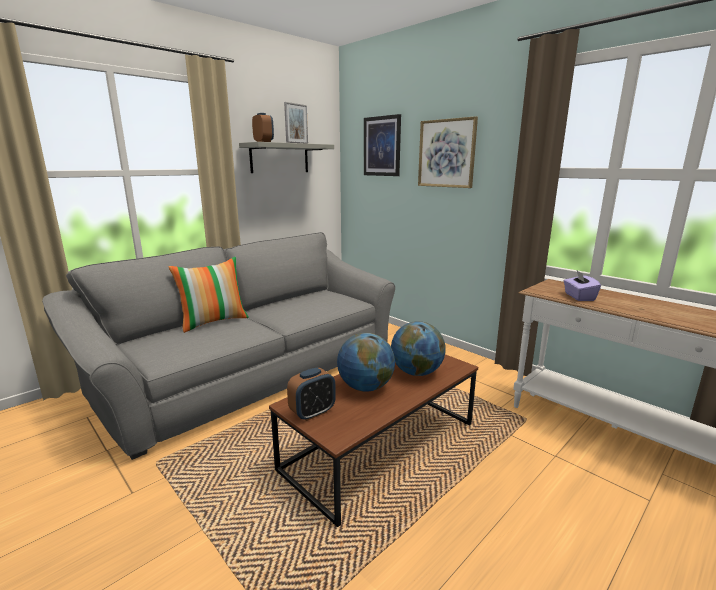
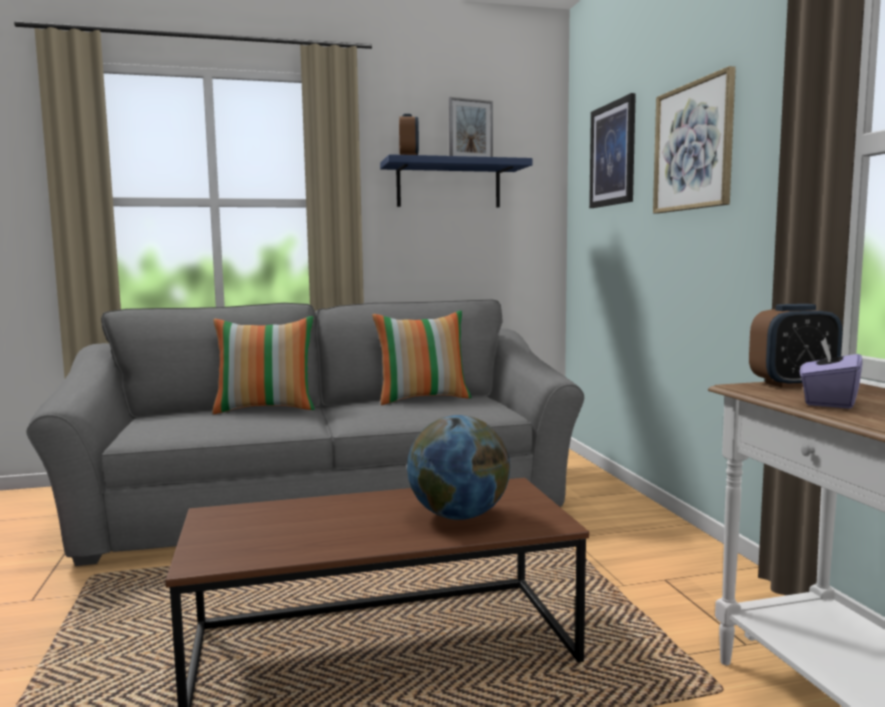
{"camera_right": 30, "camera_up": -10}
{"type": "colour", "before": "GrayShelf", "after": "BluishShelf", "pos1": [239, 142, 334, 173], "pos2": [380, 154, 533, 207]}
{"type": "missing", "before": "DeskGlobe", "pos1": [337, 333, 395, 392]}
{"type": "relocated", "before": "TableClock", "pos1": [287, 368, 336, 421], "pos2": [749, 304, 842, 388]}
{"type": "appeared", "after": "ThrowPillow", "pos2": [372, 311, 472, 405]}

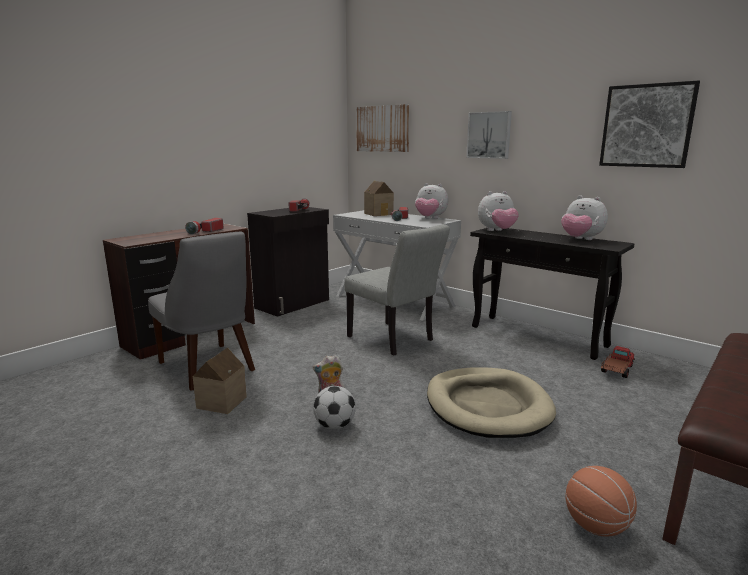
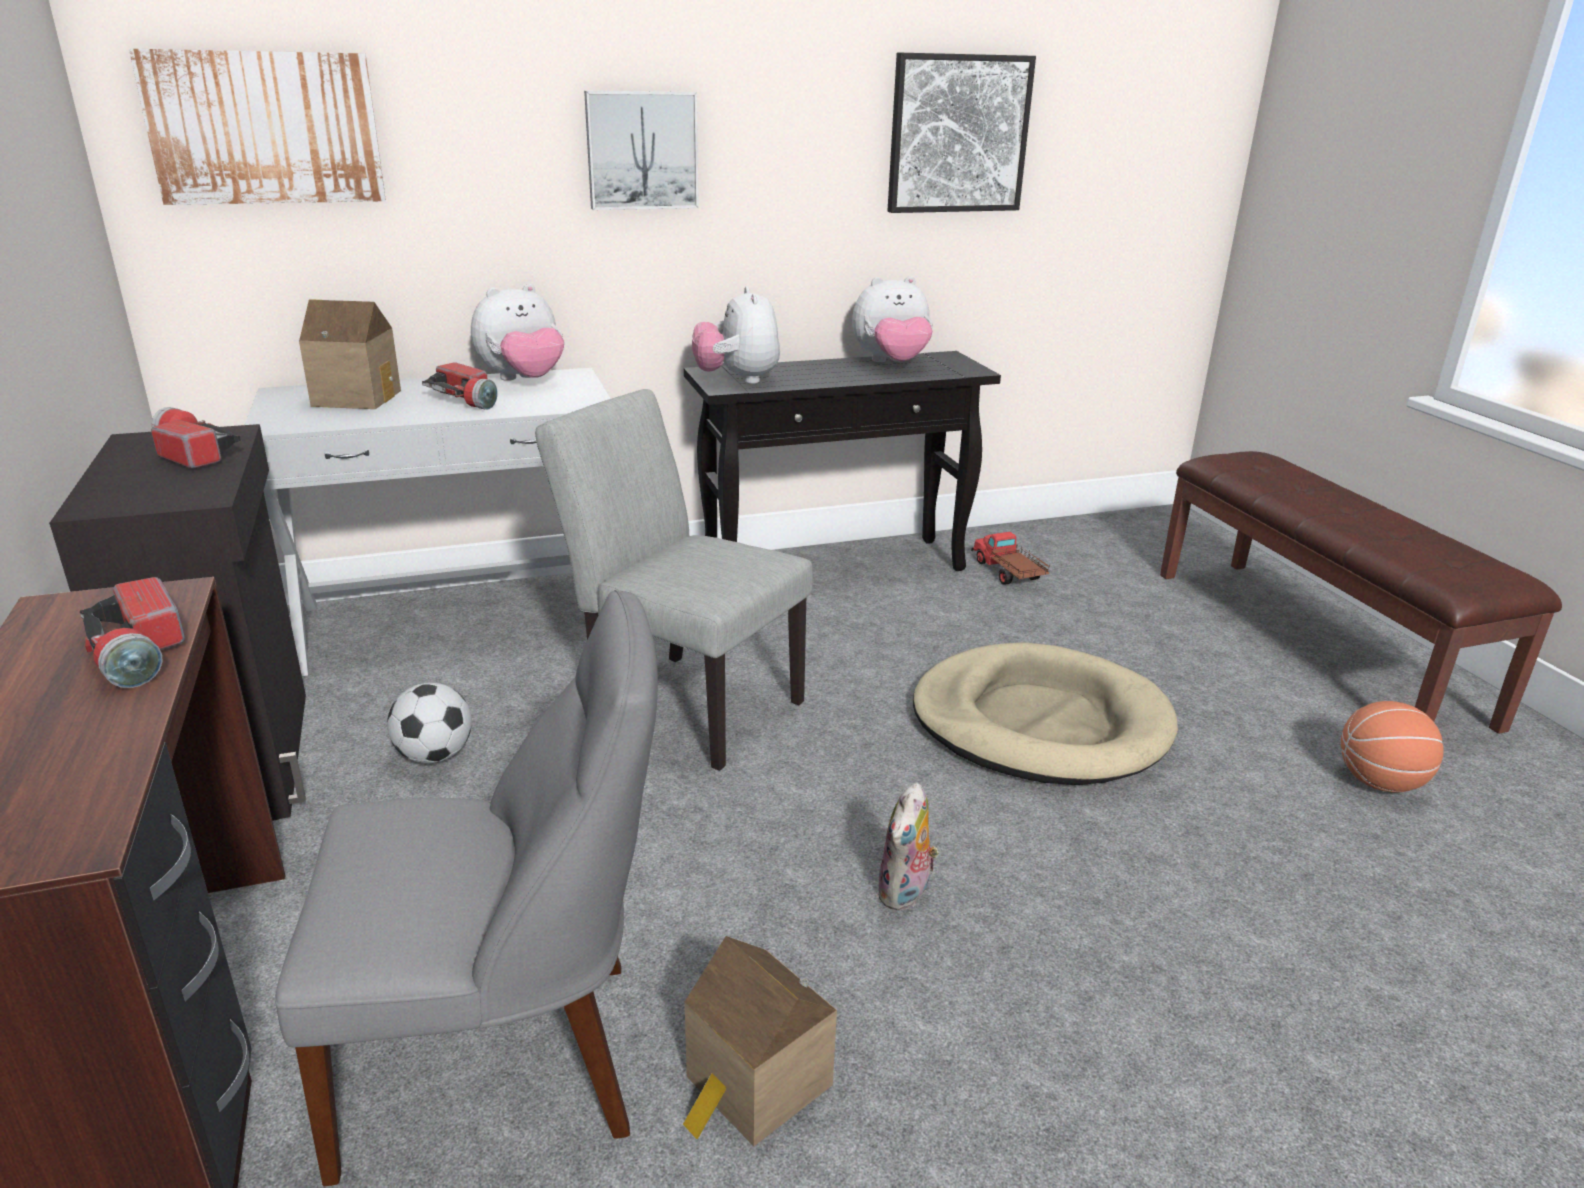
{"camera_right": -60, "camera_up": 10}
{"type": "spun", "before": "CuddlyToy", "pos1": [478, 191, 519, 231], "pos2": [692, 286, 780, 384], "turn": 150}
{"type": "spun", "before": "GrayPlainChair", "pos1": [344, 224, 450, 356], "pos2": [535, 389, 813, 771], "turn": -135}
{"type": "relocated", "before": "FootballBall", "pos1": [313, 386, 356, 429], "pos2": [387, 683, 472, 763]}

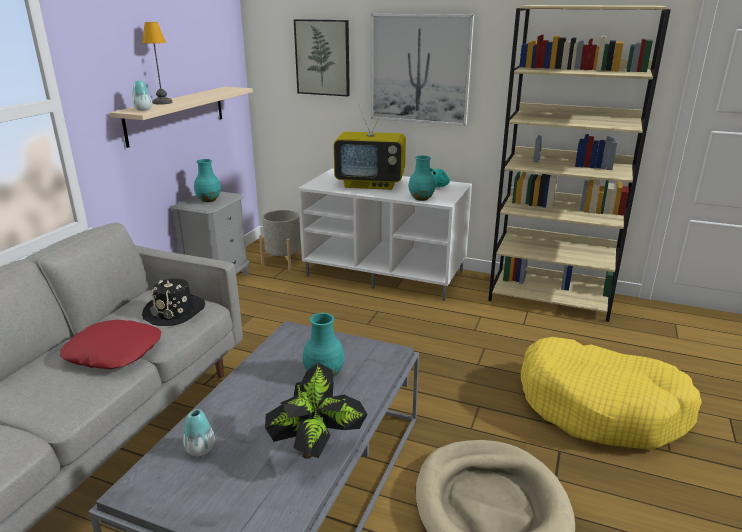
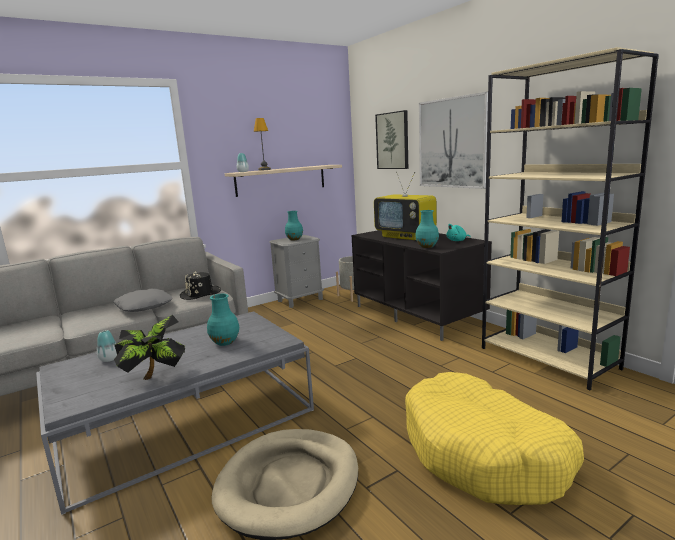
{"camera_right": 35, "camera_up": -10}
{"type": "colour", "before": "WhiteTvStand", "after": "BlackishTvStand", "pos1": [298, 168, 472, 301], "pos2": [352, 230, 492, 341]}
{"type": "colour", "before": "ReddishThrowPillow", "after": "GrayThrowPillow", "pos1": [60, 319, 162, 369], "pos2": [113, 289, 173, 312]}

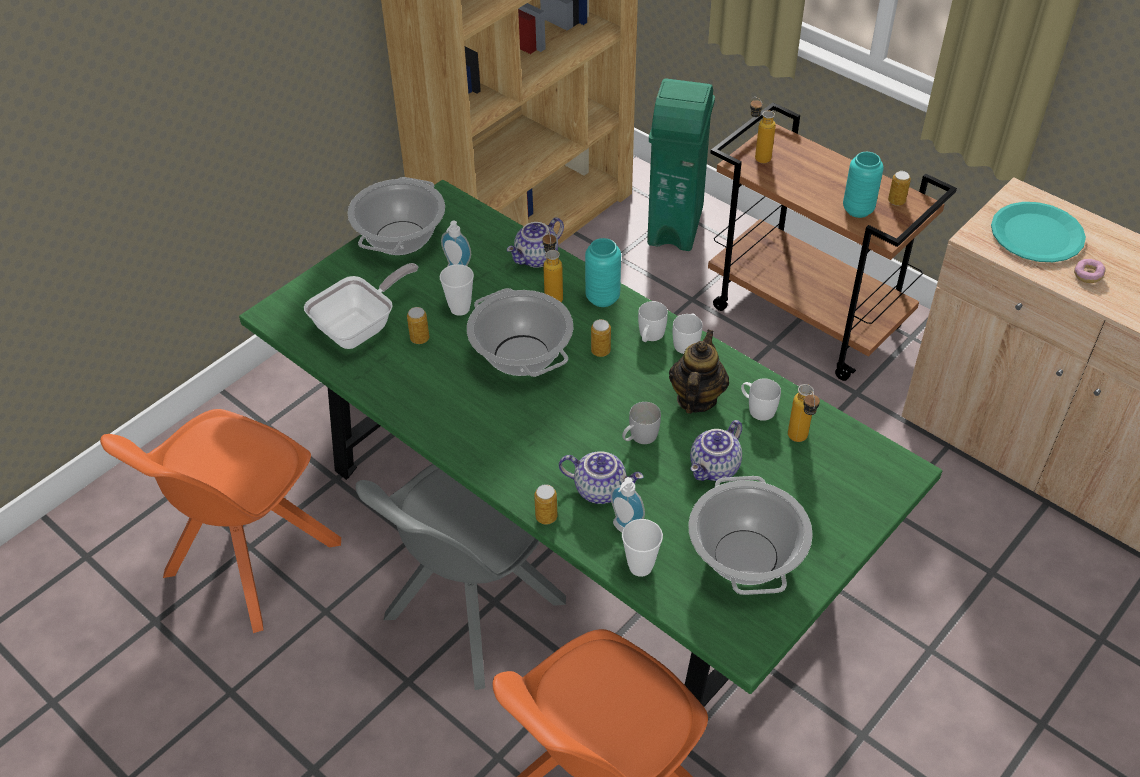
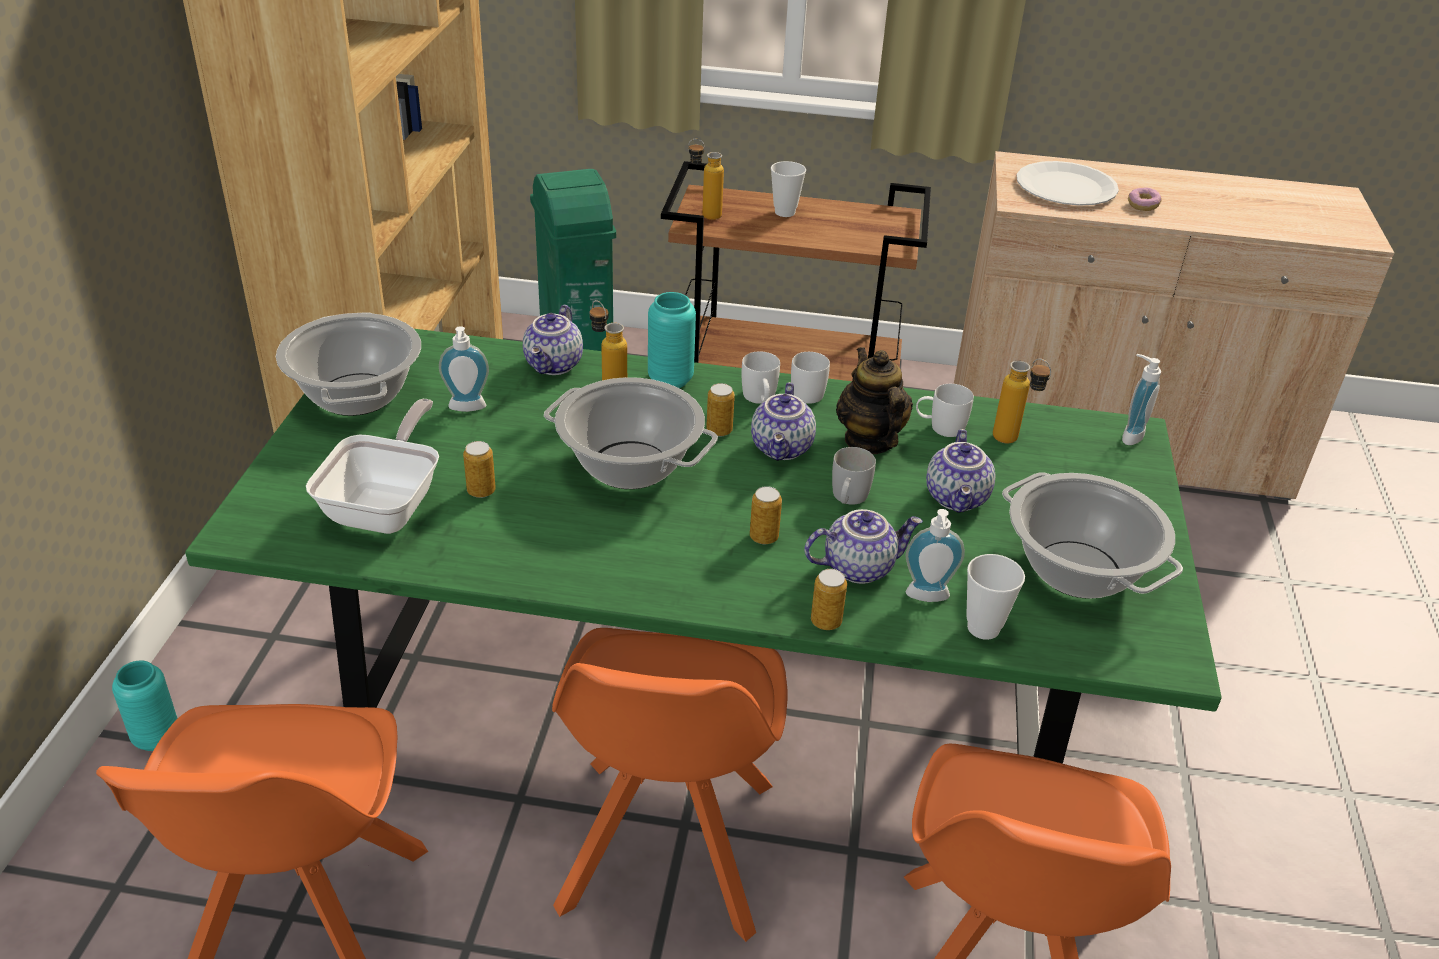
{"camera_right": -35, "camera_up": -10}
{"type": "relocated", "before": "TurquoiseVase", "pos1": [843, 152, 884, 218], "pos2": [112, 660, 178, 751]}
{"type": "relocated", "before": "SealedCan", "pos1": [888, 171, 911, 206], "pos2": [750, 486, 782, 544]}
{"type": "colour", "before": "TurquoiseFlatDish", "after": "WhiteFlatDish", "pos1": [991, 202, 1086, 262], "pos2": [1017, 161, 1119, 206]}
{"type": "relocated", "before": "Cup", "pos1": [440, 264, 474, 316], "pos2": [771, 161, 806, 217]}
{"type": "colour", "before": "GrayPlainChair", "after": "OrangeyPlainChair", "pos1": [356, 464, 566, 690], "pos2": [552, 628, 788, 942]}
{"type": "appeared", "after": "LiquidSoapBottle", "pos2": [1122, 354, 1161, 445]}
{"type": "appeared", "after": "TeaPot", "pos2": [751, 382, 816, 461]}

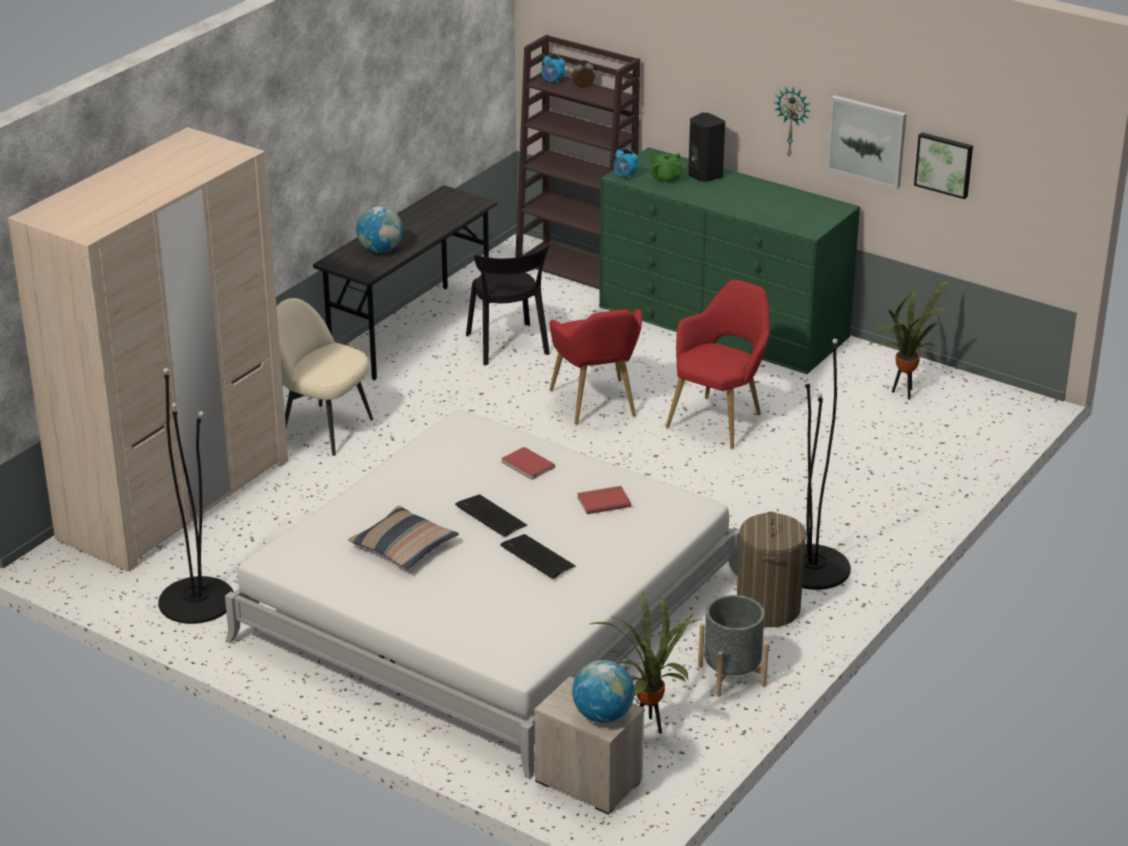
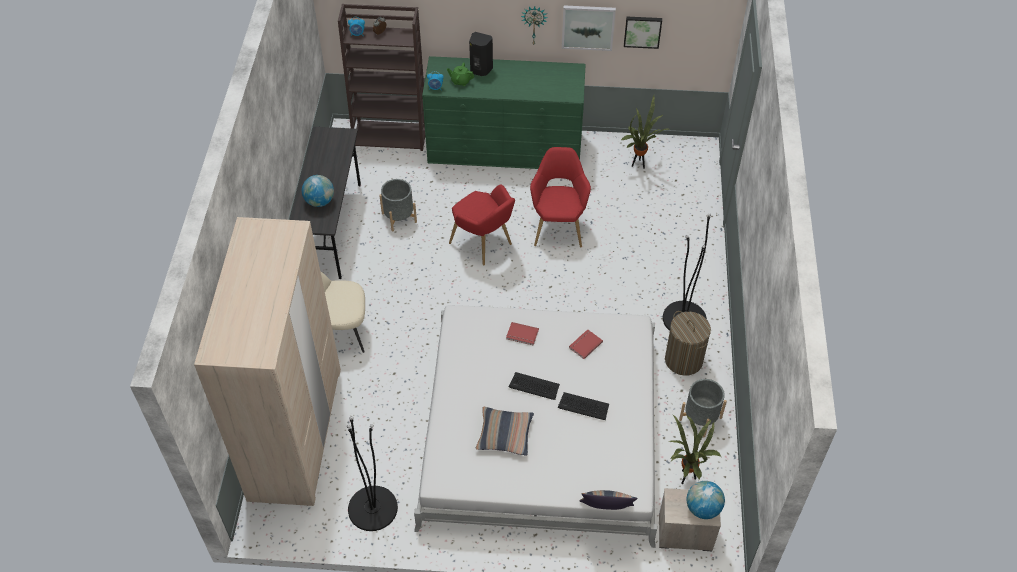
{"camera_right": -30, "camera_up": 20}
{"type": "exchanged", "before": "BlackishPlainChair", "after": "GrayPlanter", "pos1": [466, 244, 550, 365], "pos2": [379, 179, 417, 231]}
{"type": "appeared", "after": "ThrowPillow", "pos2": [580, 490, 637, 510]}

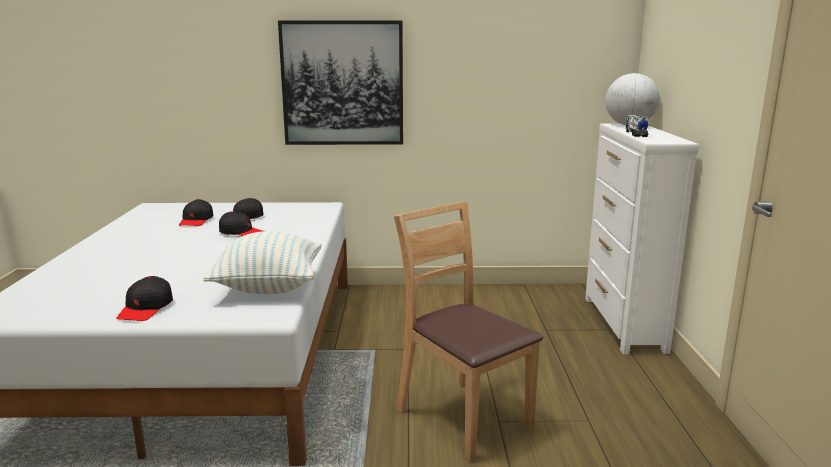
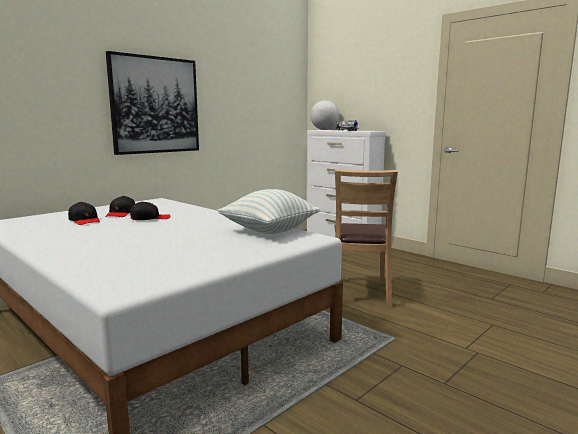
{"camera_right": -45, "camera_up": -5}
{"type": "spun", "before": "BrownColouredPlainChair", "pos1": [394, 202, 543, 462], "pos2": [335, 169, 398, 308], "turn": -90}
{"type": "missing", "before": "BlackishPeakedCap", "pos1": [116, 276, 173, 321]}

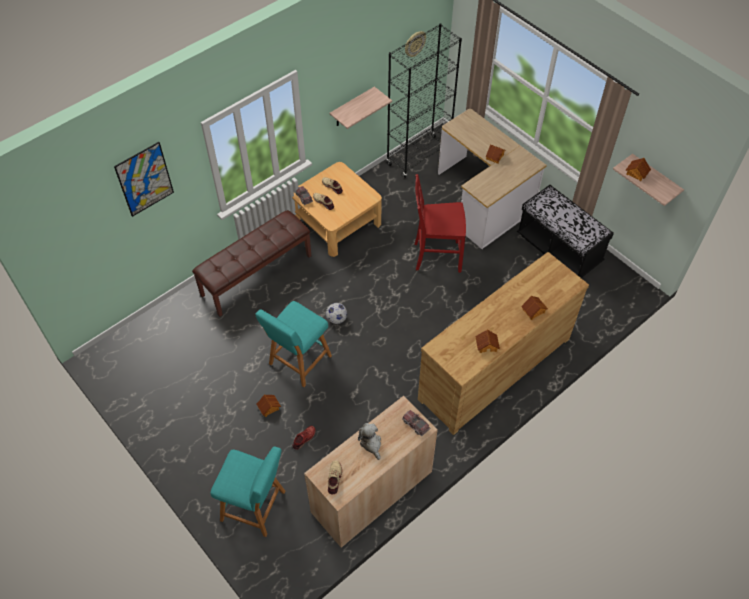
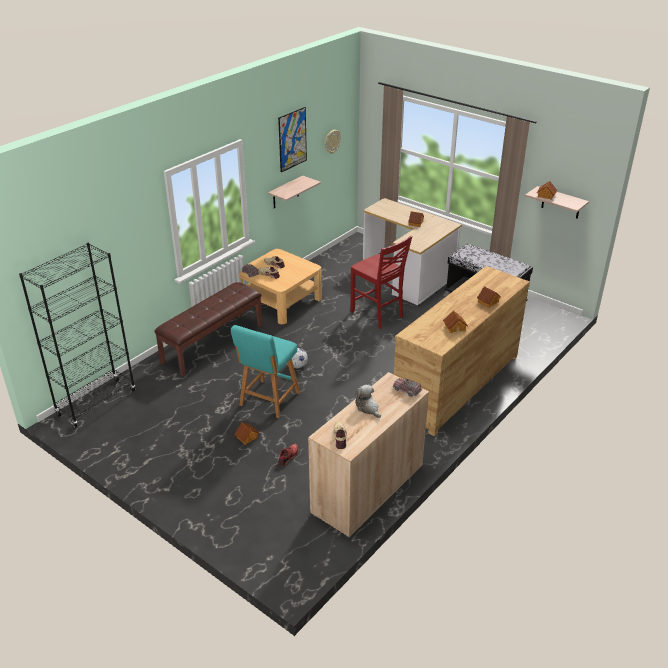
{"camera_right": -10, "camera_up": -20}
{"type": "relocated", "before": "BlackishBookcase", "pos1": [386, 23, 462, 178], "pos2": [19, 243, 135, 428]}
{"type": "relocated", "before": "WallPicture", "pos1": [114, 142, 174, 217], "pos2": [278, 107, 307, 172]}
{"type": "spun", "before": "ReddishPlainChair", "pos1": [414, 174, 466, 273], "pos2": [351, 236, 412, 329], "turn": -120}
{"type": "missing", "before": "TurquoiseStool", "pos1": [210, 447, 286, 537]}

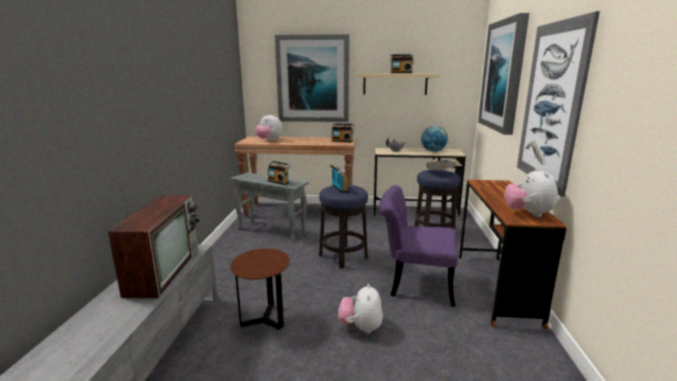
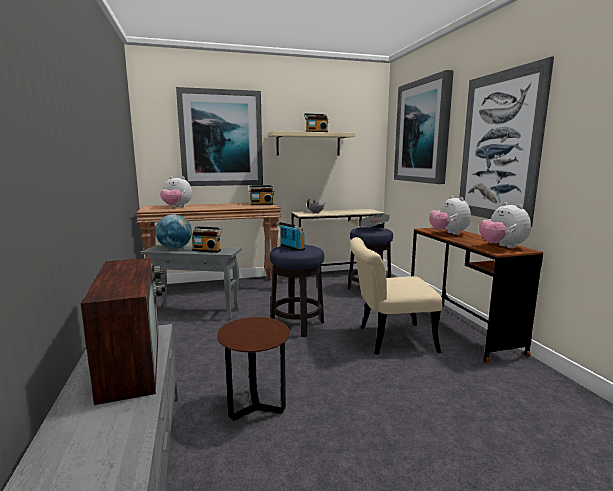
{"camera_right": -20, "camera_up": -5}
{"type": "relocated", "before": "DeskGlobe", "pos1": [421, 126, 448, 152], "pos2": [155, 214, 192, 249]}
{"type": "colour", "before": "PurpleColouredPlainChair", "after": "BeigeColouredPlainChair", "pos1": [380, 185, 458, 307], "pos2": [350, 237, 443, 355]}
{"type": "relocated", "before": "CuddlyToy", "pos1": [338, 284, 383, 334], "pos2": [429, 196, 471, 235]}

